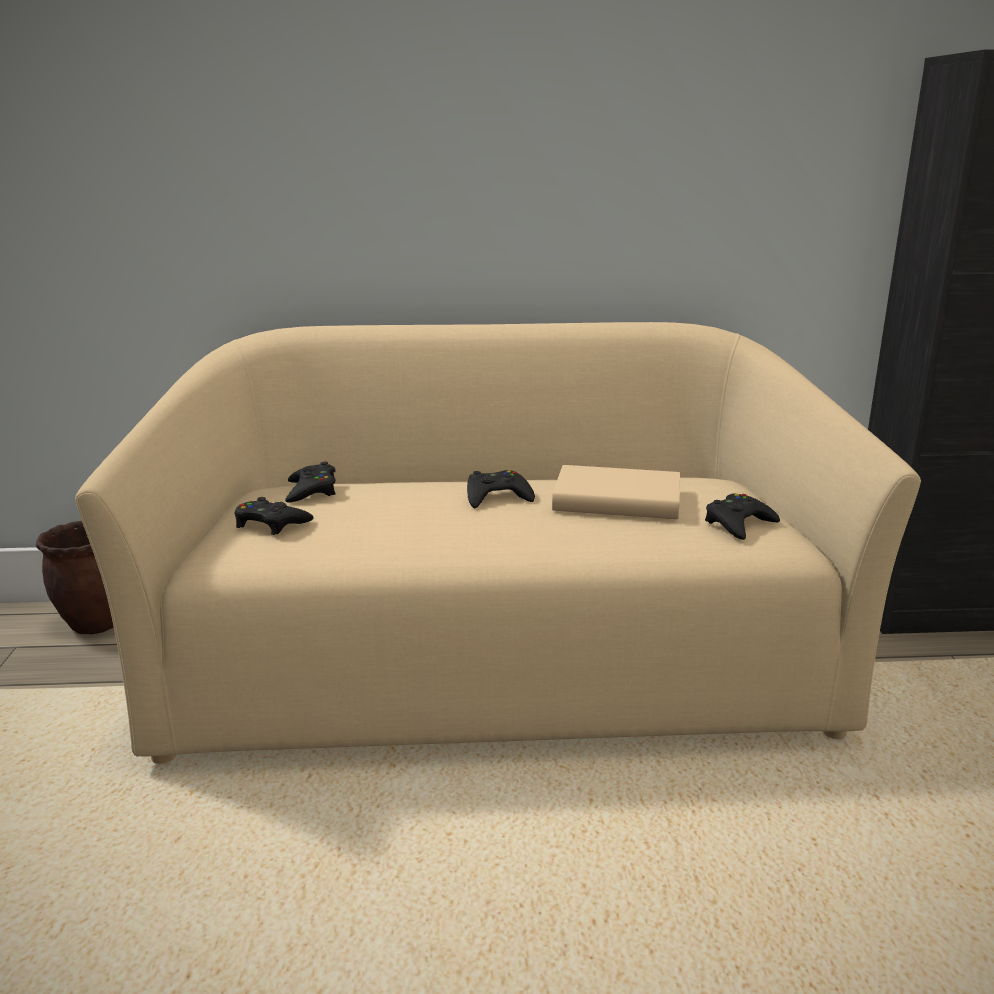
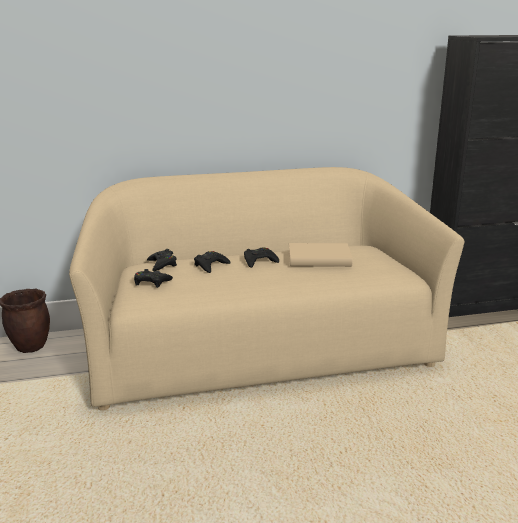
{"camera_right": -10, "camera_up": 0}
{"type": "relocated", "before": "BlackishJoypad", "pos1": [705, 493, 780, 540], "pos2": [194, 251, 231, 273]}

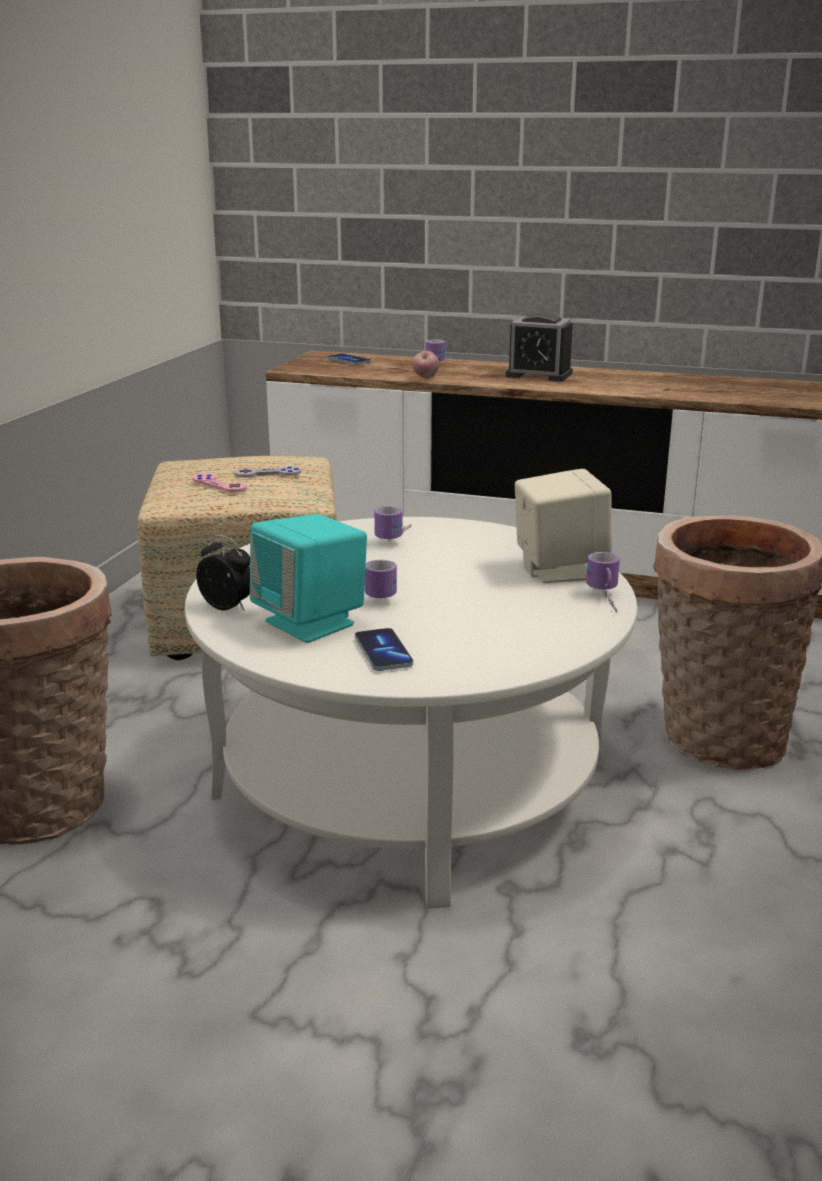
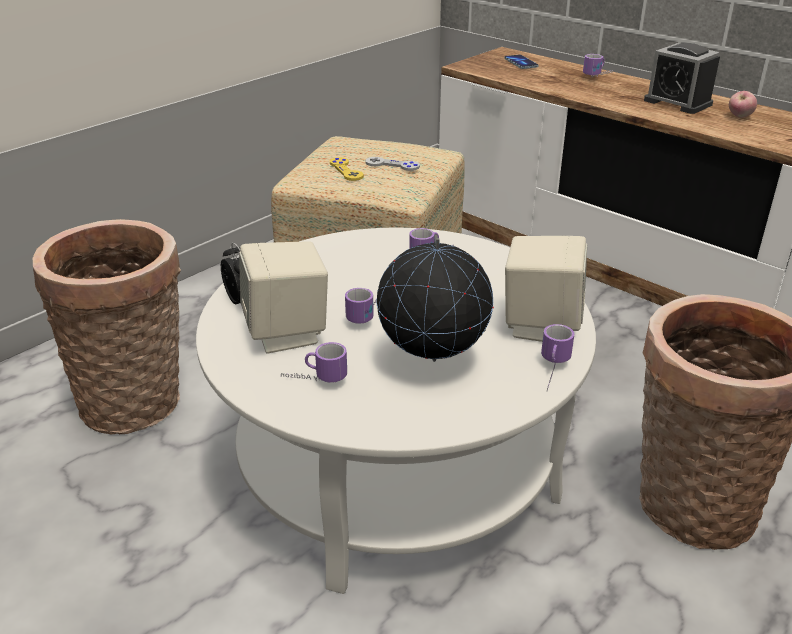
{"camera_right": 25, "camera_up": 10}
{"type": "relocated", "before": "AppleFruit", "pos1": [412, 351, 439, 378], "pos2": [729, 91, 757, 118]}
{"type": "colour", "before": "PinkColouredJoypad", "after": "YellowColouredJoypad", "pos1": [193, 474, 247, 493], "pos2": [330, 157, 364, 181]}
{"type": "colour", "before": "TurquoiseLoudspeaker", "after": "BeigeColouredLoudspeaker", "pos1": [250, 514, 367, 643], "pos2": [239, 241, 328, 354]}
{"type": "exchanged", "before": "Handset", "after": "CoffeeMug", "pos1": [355, 628, 413, 671], "pos2": [281, 342, 347, 383]}
{"type": "appeared", "after": "DeskGlobe", "pos2": [376, 234, 494, 362]}

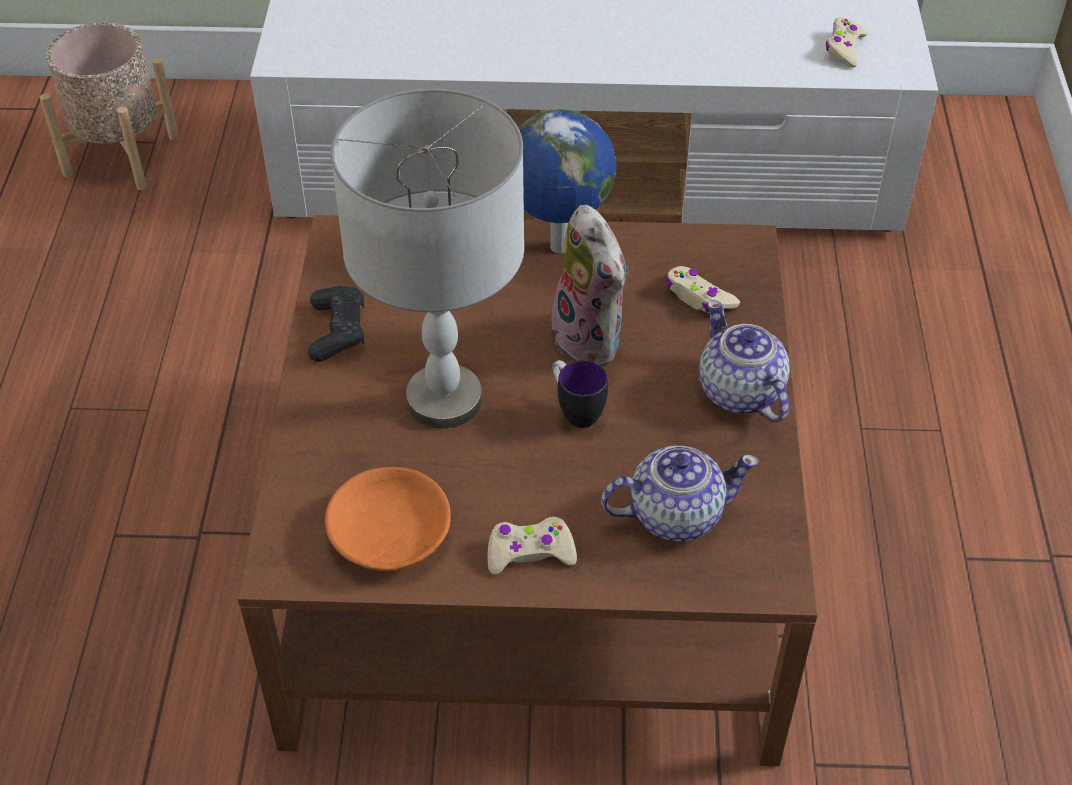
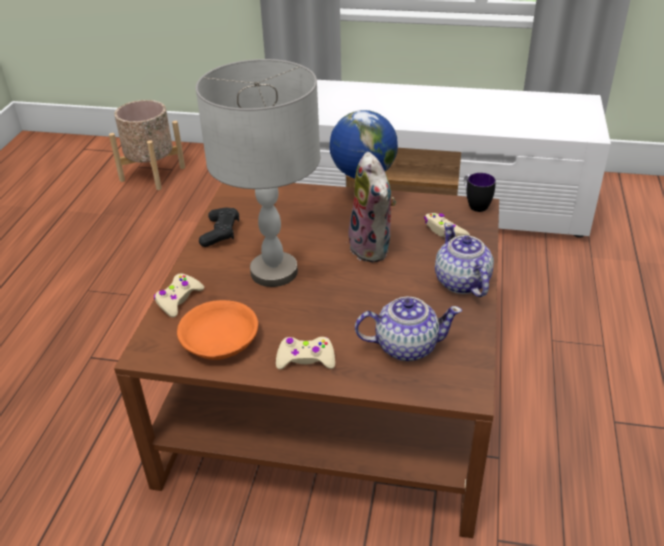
{"camera_right": 10, "camera_up": -10}
{"type": "relocated", "before": "BeigeColouredJoypad", "pos1": [826, 17, 867, 68], "pos2": [154, 273, 204, 318]}
{"type": "relocated", "before": "CoffeeMug", "pos1": [552, 360, 608, 428], "pos2": [464, 173, 496, 212]}

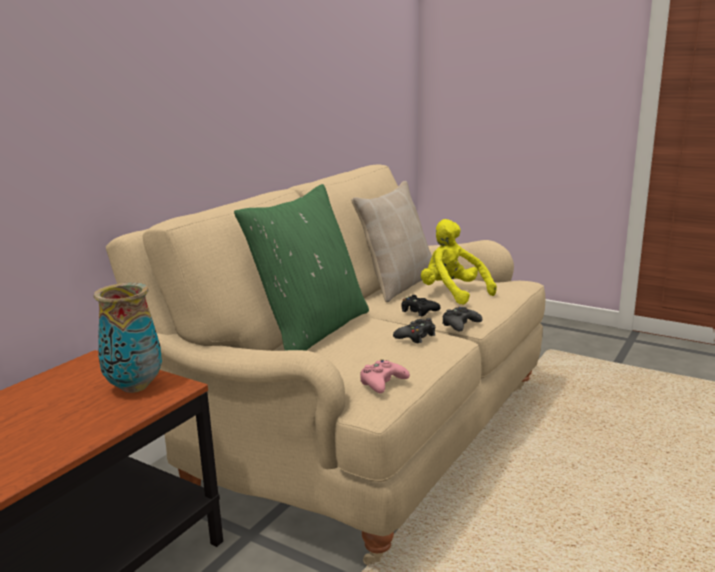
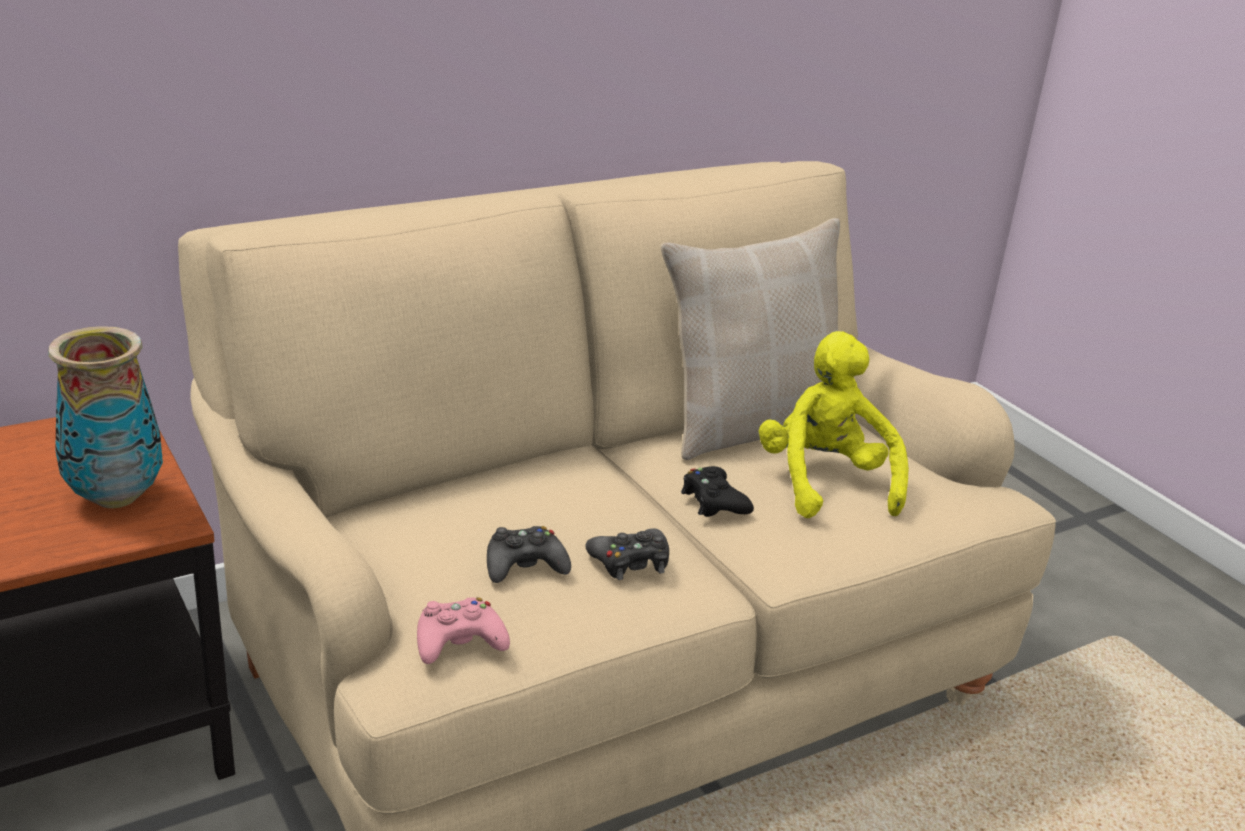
{"camera_right": 25, "camera_up": 10}
{"type": "missing", "before": "GreenColouredThrowPillow", "pos1": [234, 184, 369, 351]}
{"type": "relocated", "before": "BlackishJoypad", "pos1": [442, 307, 482, 332], "pos2": [487, 526, 571, 583]}

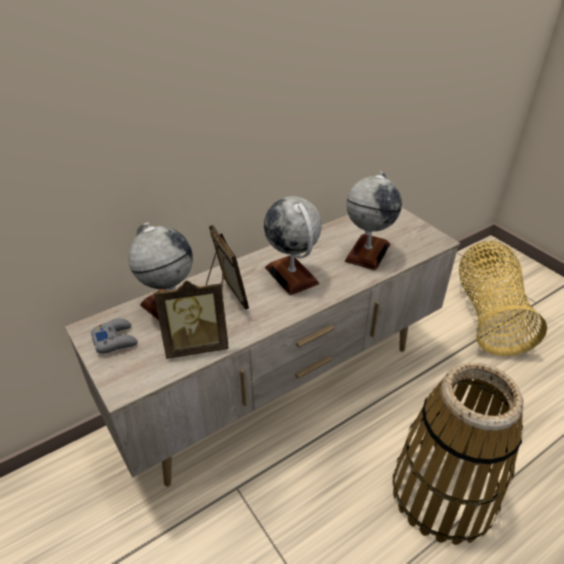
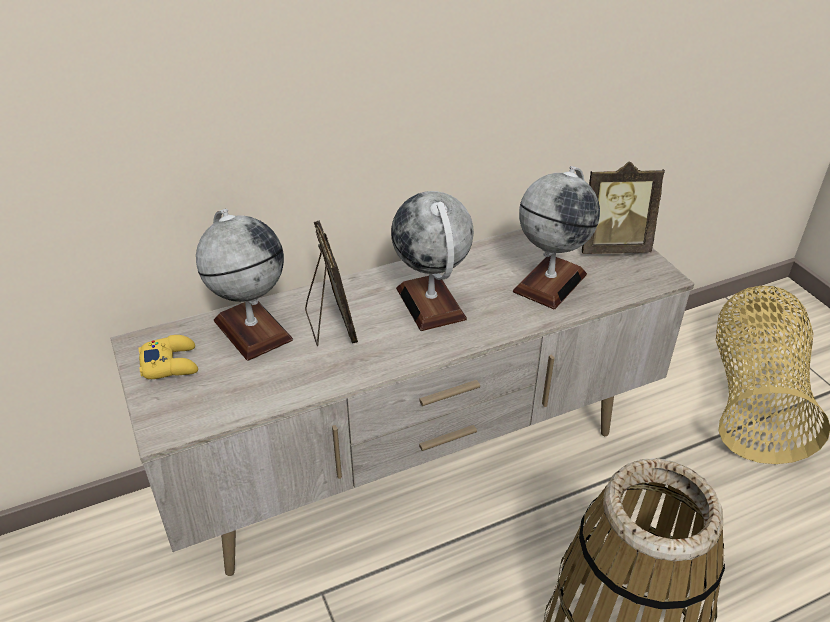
{"camera_right": 10, "camera_up": 0}
{"type": "relocated", "before": "StandingFrame", "pos1": [154, 280, 229, 359], "pos2": [582, 161, 665, 254]}
{"type": "colour", "before": "GrayJoypad", "after": "YellowColouredJoypad", "pos1": [90, 318, 138, 354], "pos2": [139, 335, 198, 379]}

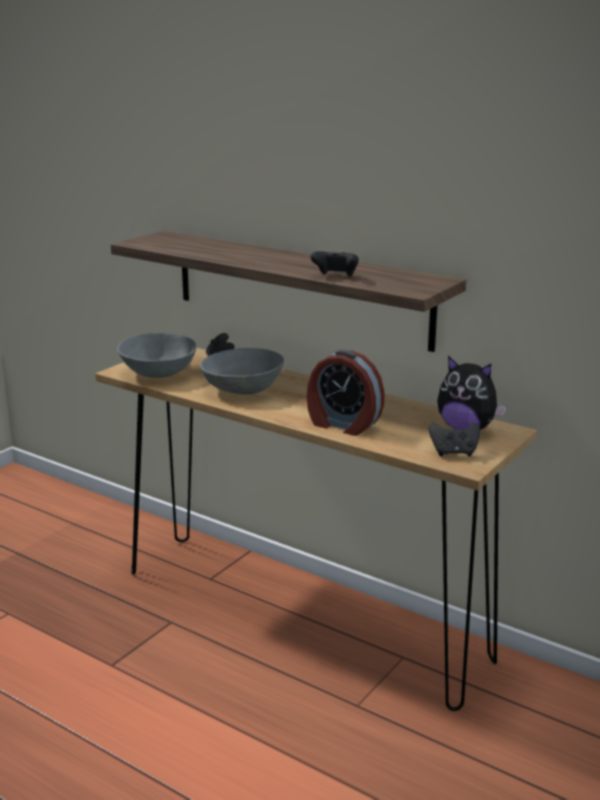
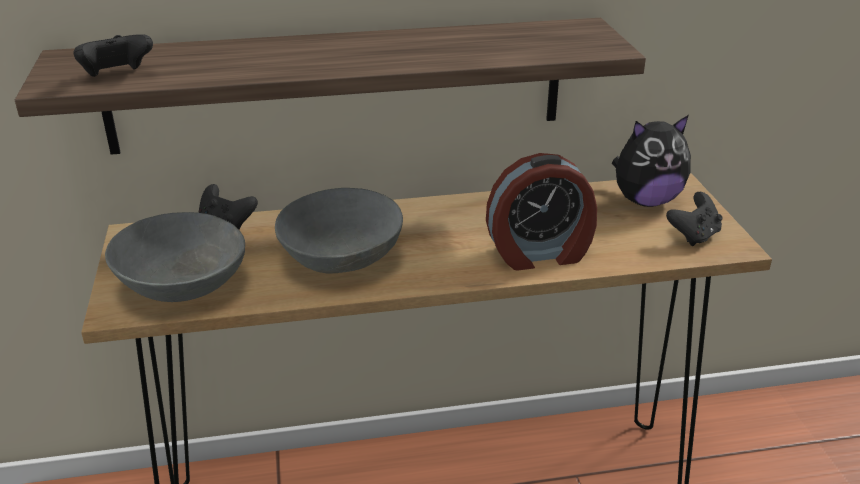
{"camera_right": -45, "camera_up": 10}
{"type": "relocated", "before": "BlackishJoypad", "pos1": [311, 251, 359, 276], "pos2": [74, 34, 153, 77]}

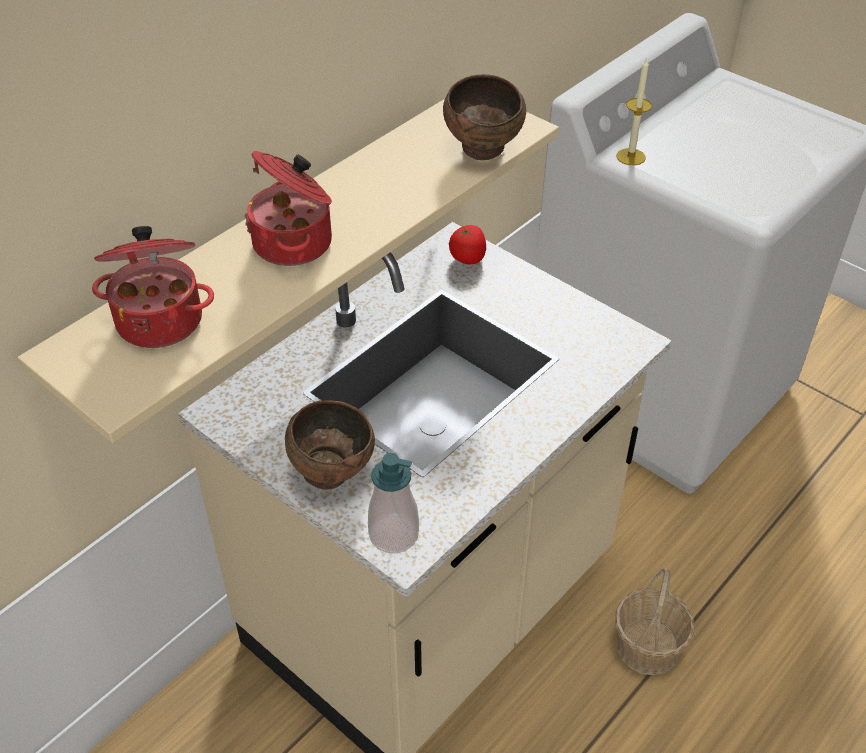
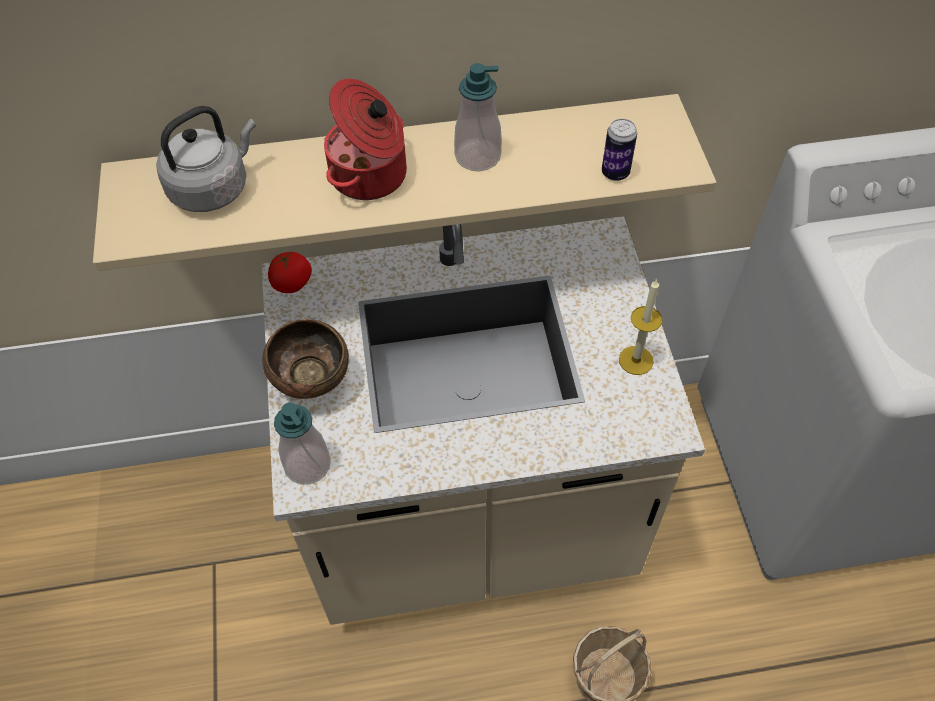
{"camera_right": 40, "camera_up": 10}
{"type": "relocated", "before": "Candle", "pos1": [617, 57, 652, 165], "pos2": [619, 279, 662, 375]}
{"type": "exchanged", "before": "BrownColouredBowl", "after": "SealedCan", "pos1": [443, 74, 526, 160], "pos2": [602, 119, 637, 181]}
{"type": "relocated", "before": "WholeTomato", "pos1": [449, 225, 486, 264], "pos2": [268, 252, 312, 293]}
{"type": "exchanged", "before": "Saucepot", "after": "GrayWaterKettle", "pos1": [92, 226, 214, 348], "pos2": [156, 106, 256, 212]}
{"type": "appeared", "after": "LiquidSoapBottle", "pos2": [454, 63, 502, 172]}

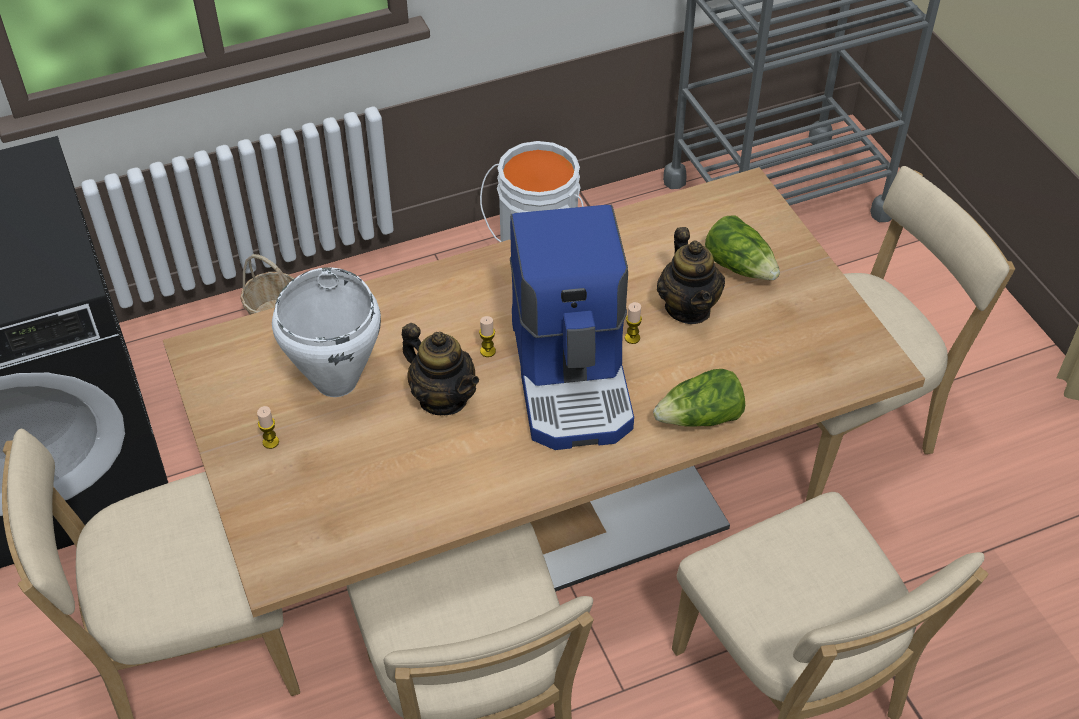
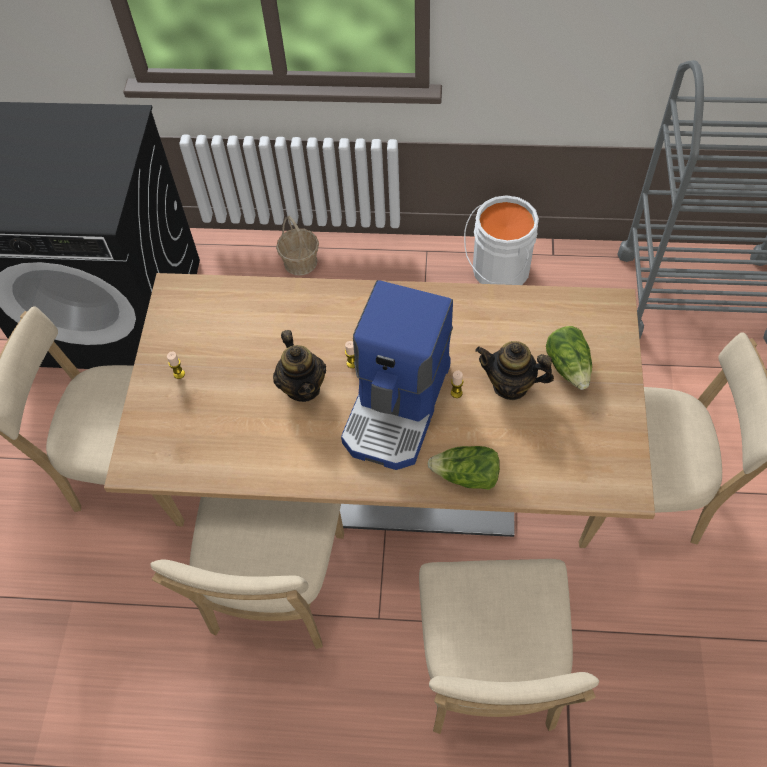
{"camera_right": 30, "camera_up": 10}
{"type": "spun", "before": "TeaPot", "pos1": [657, 227, 725, 324], "pos2": [475, 341, 554, 400], "turn": 90}
{"type": "missing", "before": "WhiteSaucepot", "pos1": [272, 267, 381, 397]}

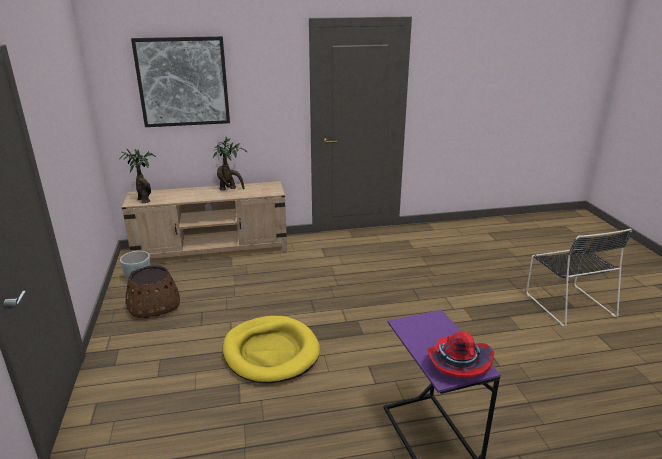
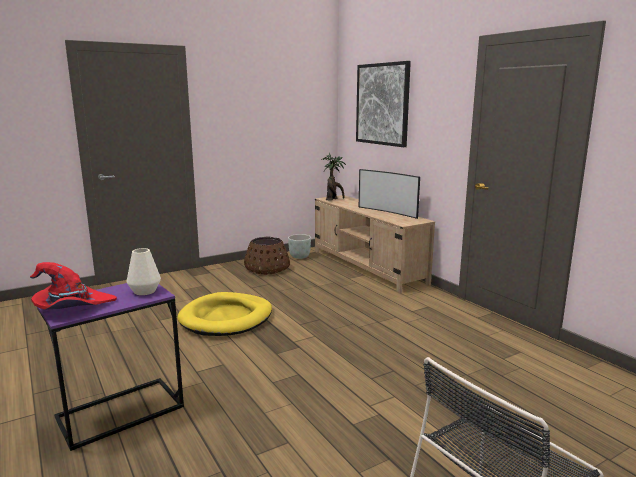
{"camera_right": 70, "camera_up": -10}
{"type": "exchanged", "before": "Houseplant", "after": "Television", "pos1": [213, 136, 247, 190], "pos2": [359, 169, 420, 219]}
{"type": "appeared", "after": "WhiteVase", "pos2": [126, 248, 161, 295]}

